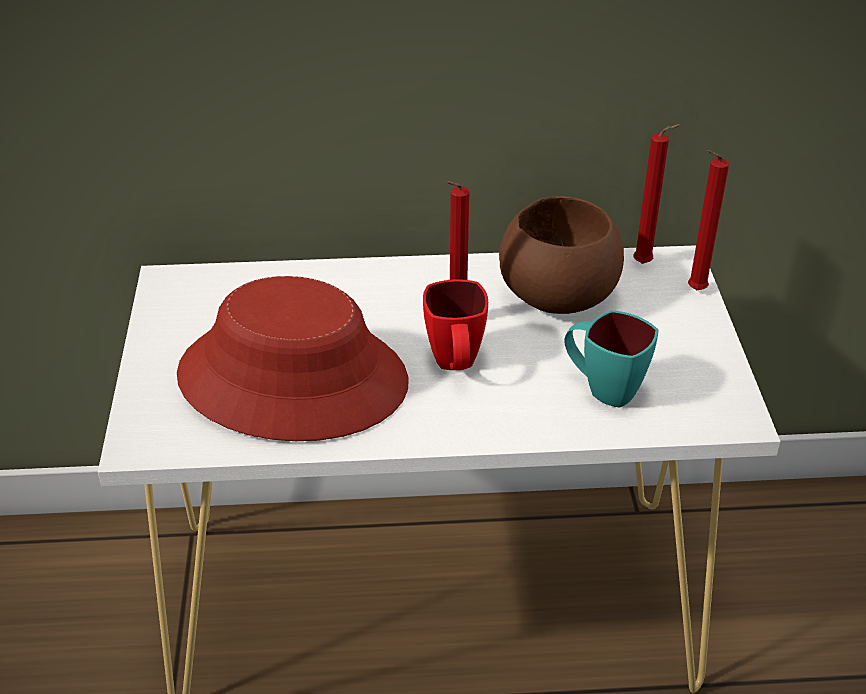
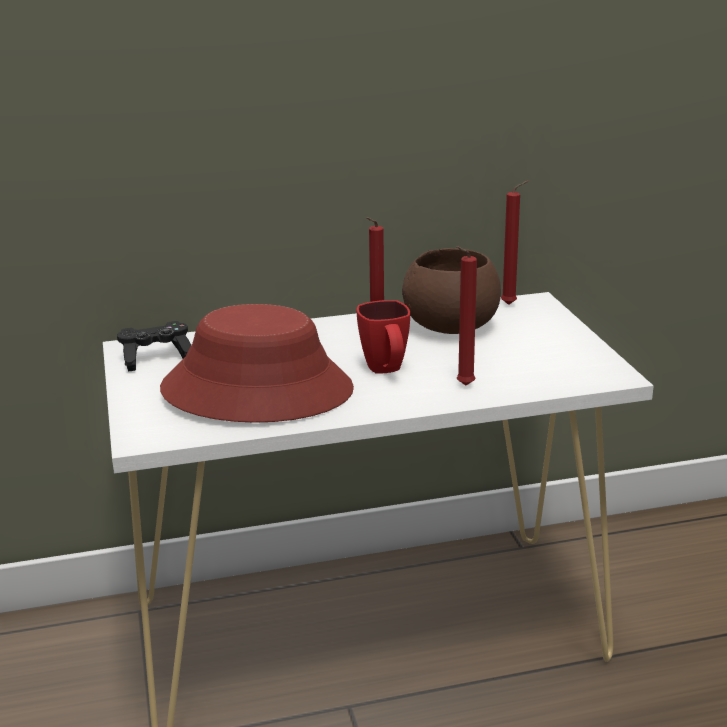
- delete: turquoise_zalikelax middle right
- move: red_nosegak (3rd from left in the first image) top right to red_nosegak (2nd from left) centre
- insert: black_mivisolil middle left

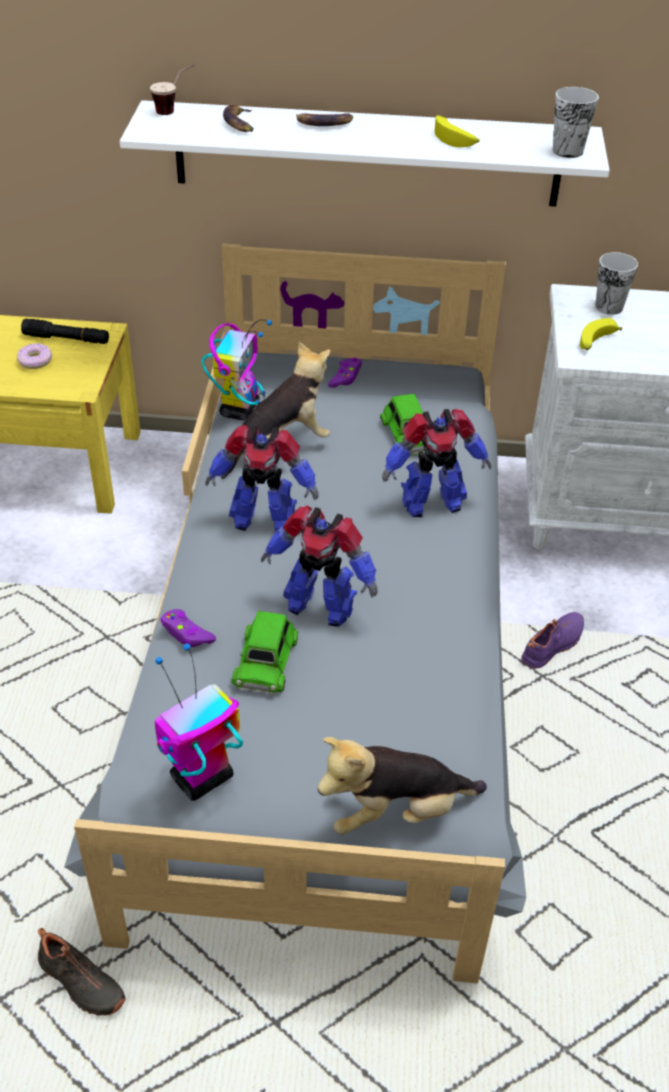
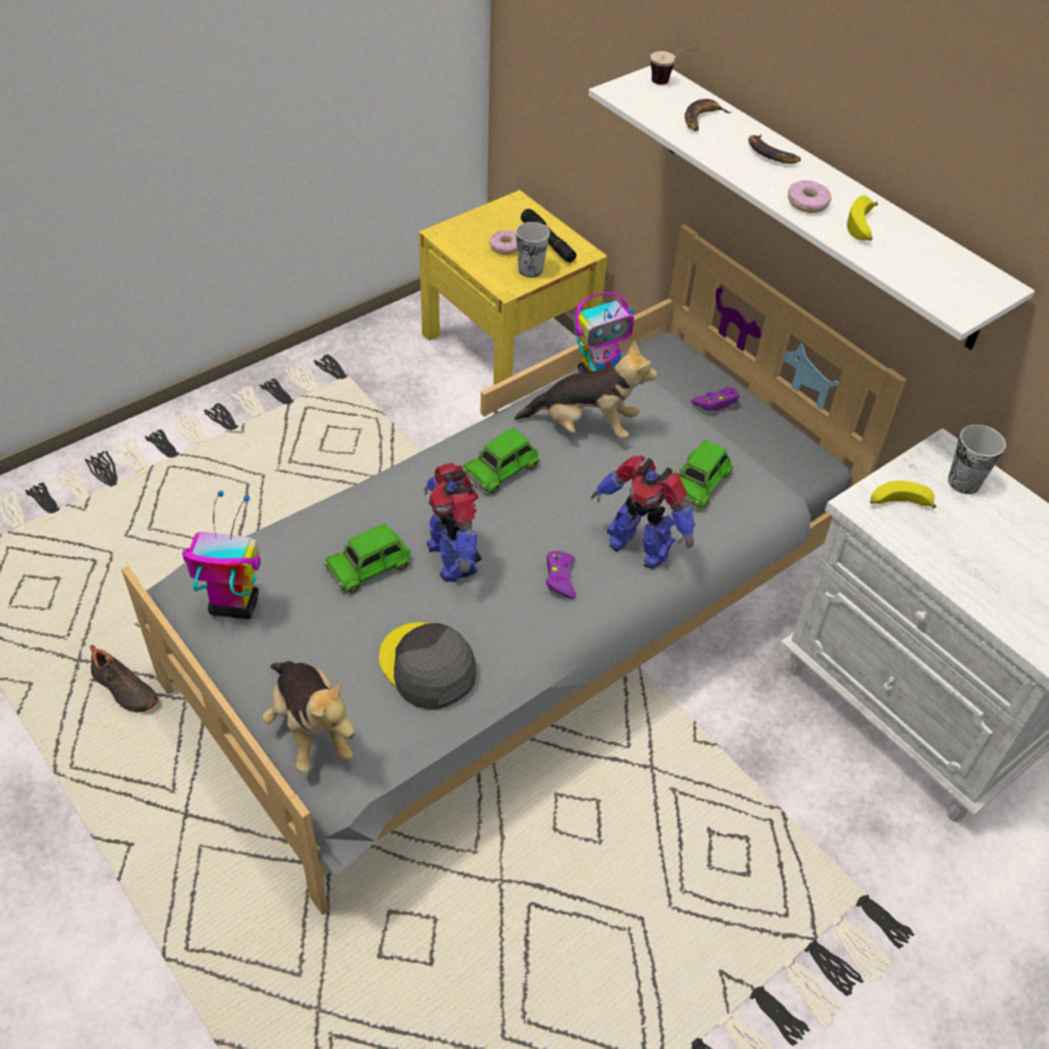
- rotate: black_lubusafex bottom left = middle left 45 degrees counterclockwise
- move: purple_mivisolil (1st from left) middle left to centre
- replace: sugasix (3rd from left) centre to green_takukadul (2nd from left) centre
- rotate: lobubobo (2nd from left in the first image) bottom centre = bottom left 150 degrees counterclockwise
- delete: purple_lubusafex middle right
- move: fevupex (2nd from left in the first image) top right to fevupex (1st from left) top centre
- insert: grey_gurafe centre
- insert: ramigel (2nd from left) top right

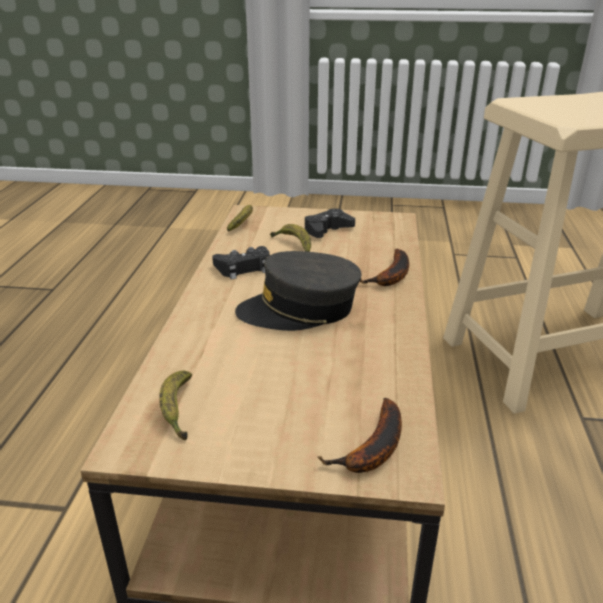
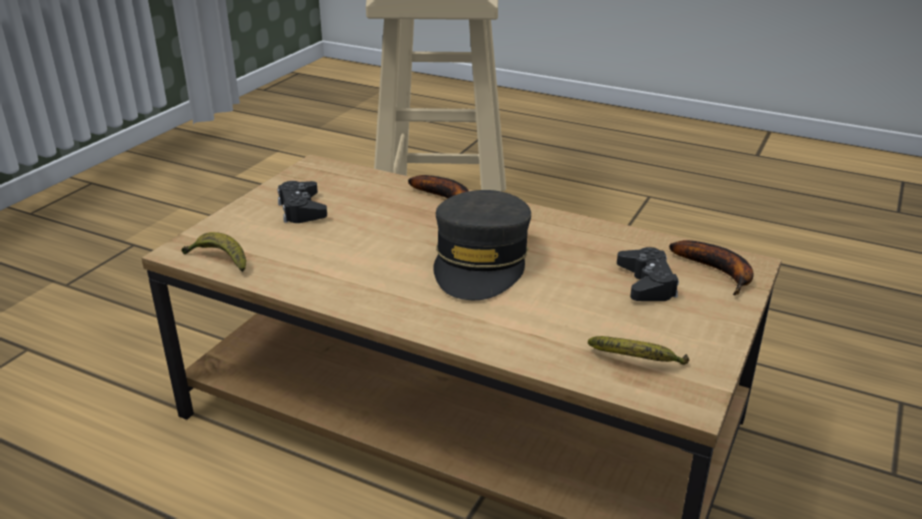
- move: black_mivisolil (1st from left in the first image) centre to black_mivisolil (2nd from left) middle right
- delete: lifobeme (3rd from left) centre

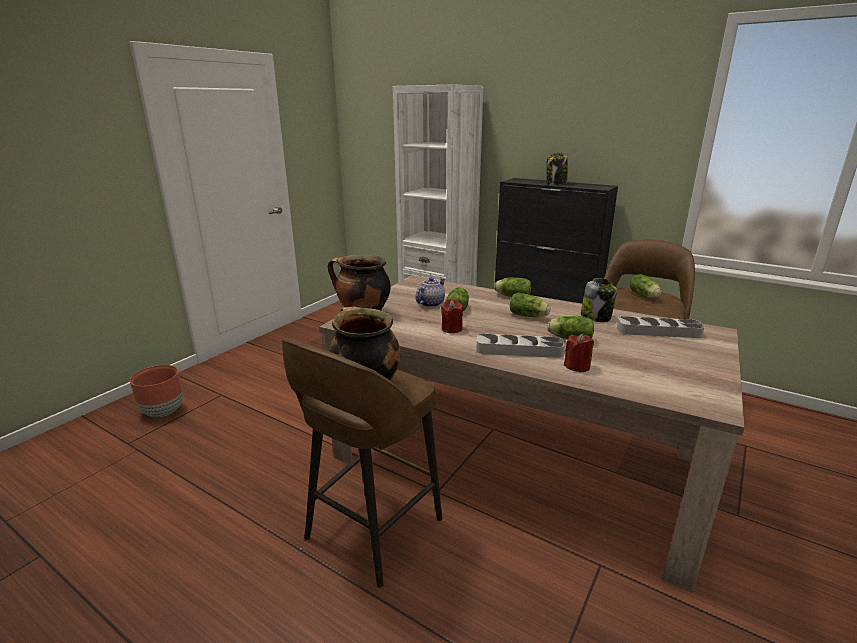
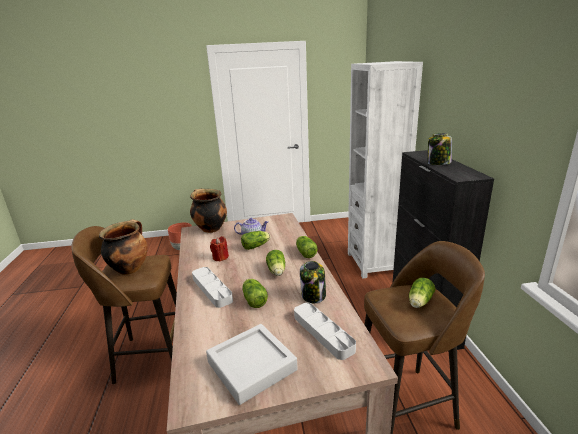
- delete: red_nosegak (2nd from left) middle right
- insert: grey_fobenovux (2nd from left) bottom centre

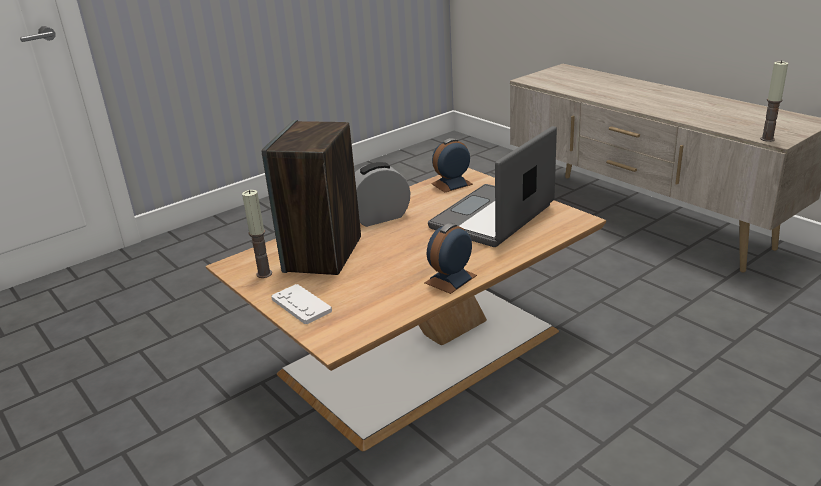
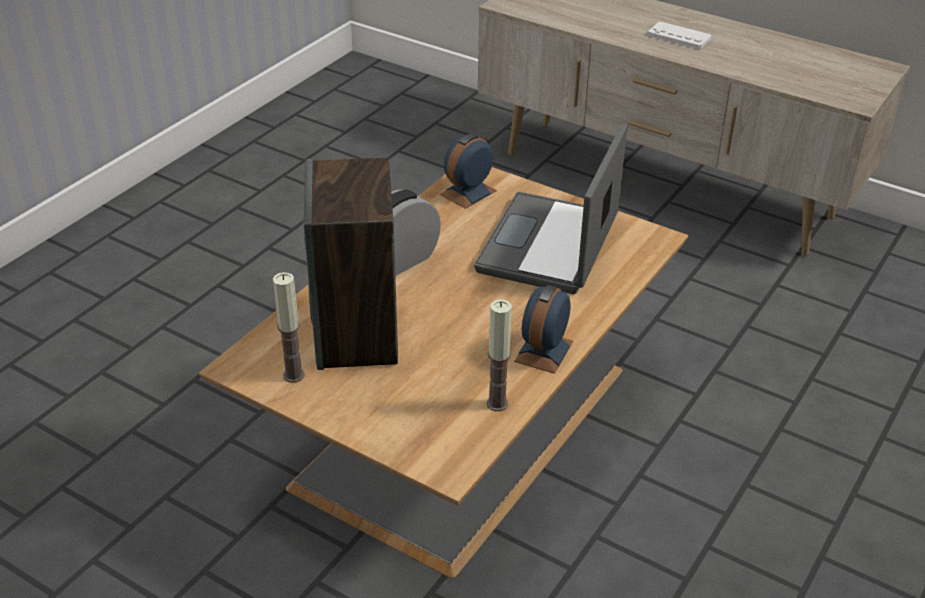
- move: white_mivisolil centre to top right
- move: nosegak (2nd from left) top right to centre

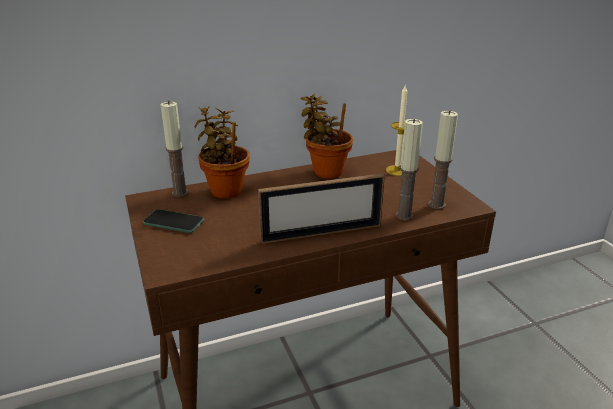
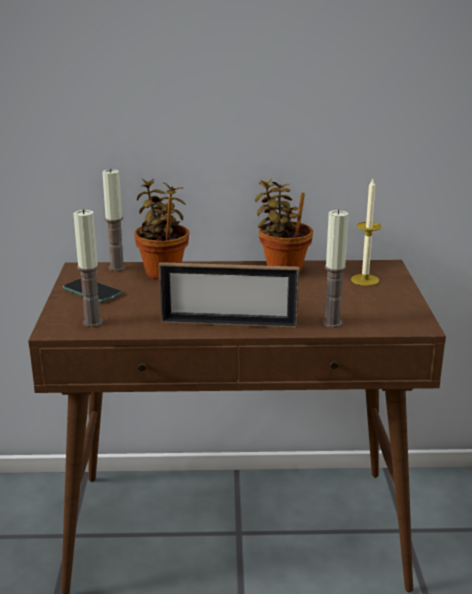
- move: nosegak (4th from left in the first image) middle right to nosegak (1st from left) middle left

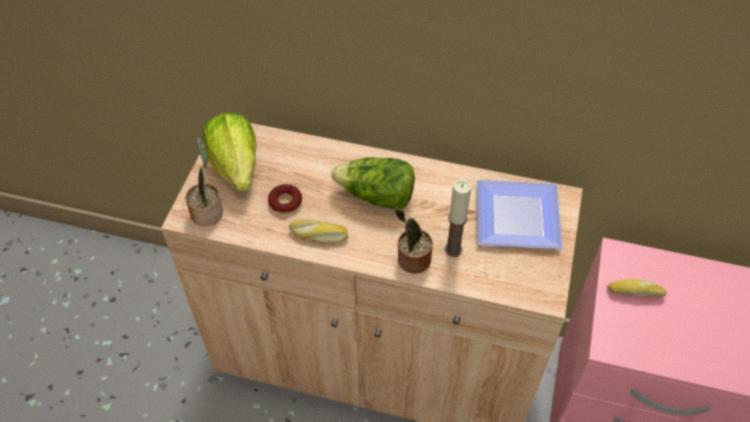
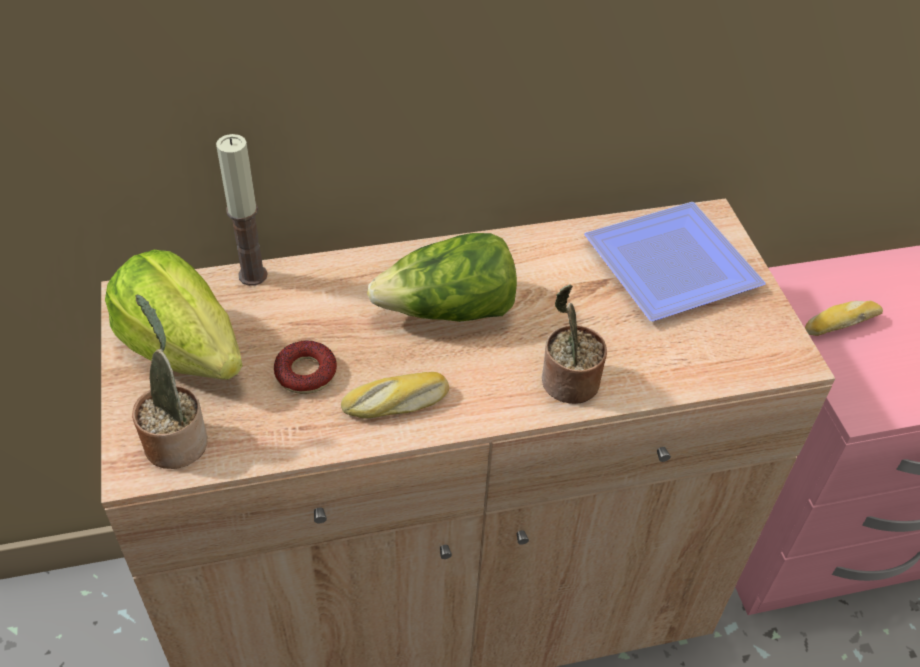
- move: nosegak centre to top left

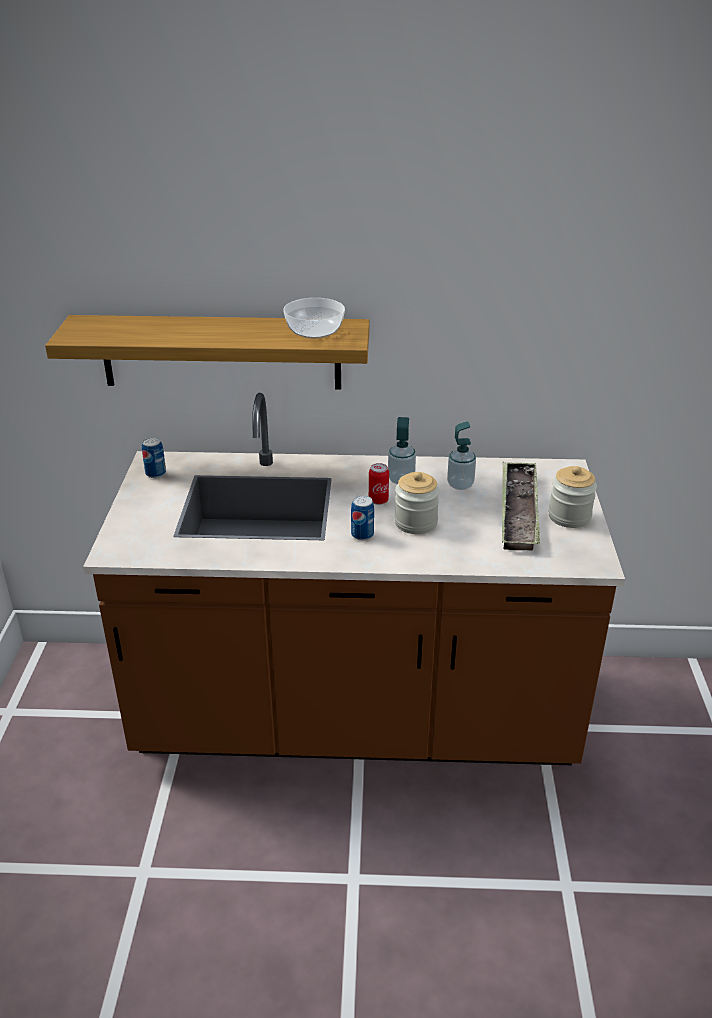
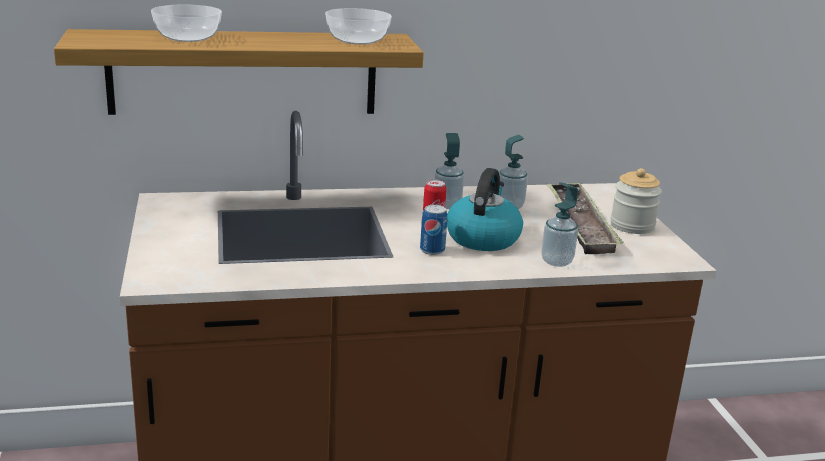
- delete: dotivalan (1st from left) middle left
- replace: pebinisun (1st from left) centre to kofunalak centre
- insert: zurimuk (1st from left) top left
- insert: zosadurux (3rd from left) middle right

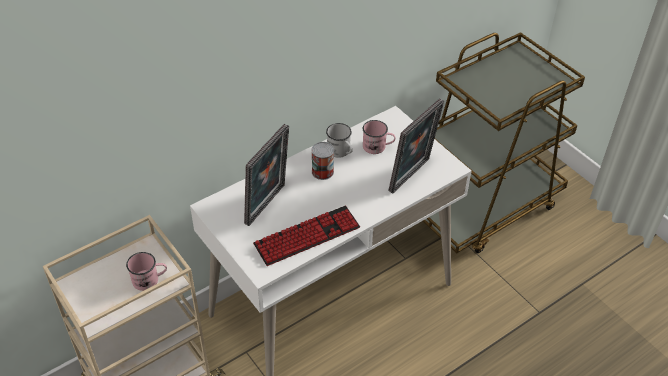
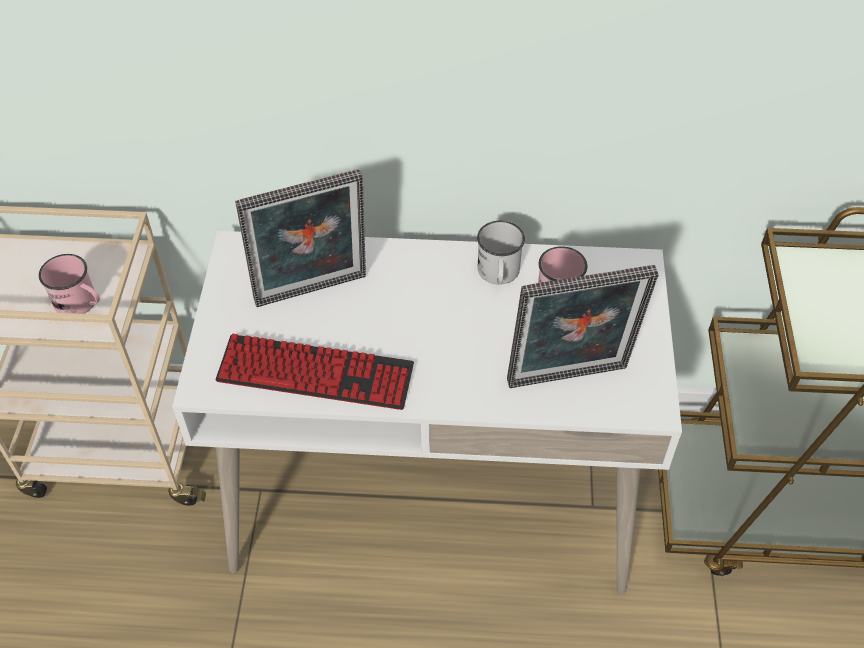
- delete: dotivalan centre

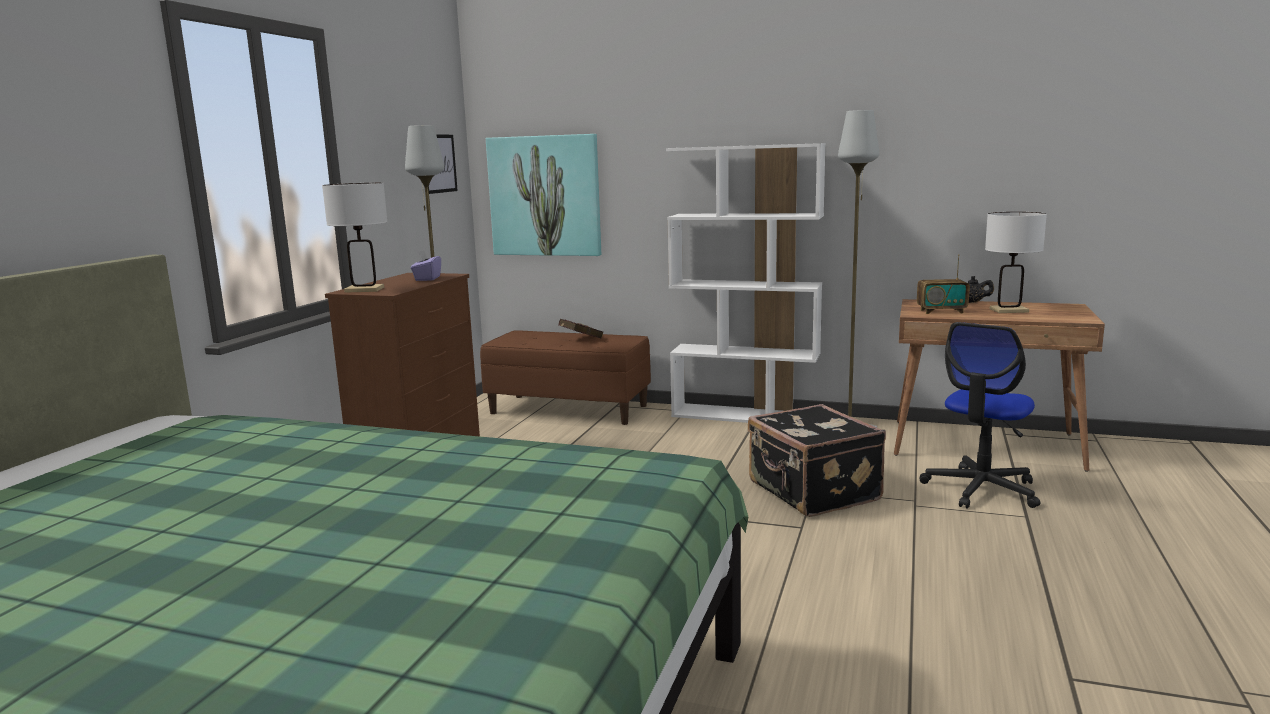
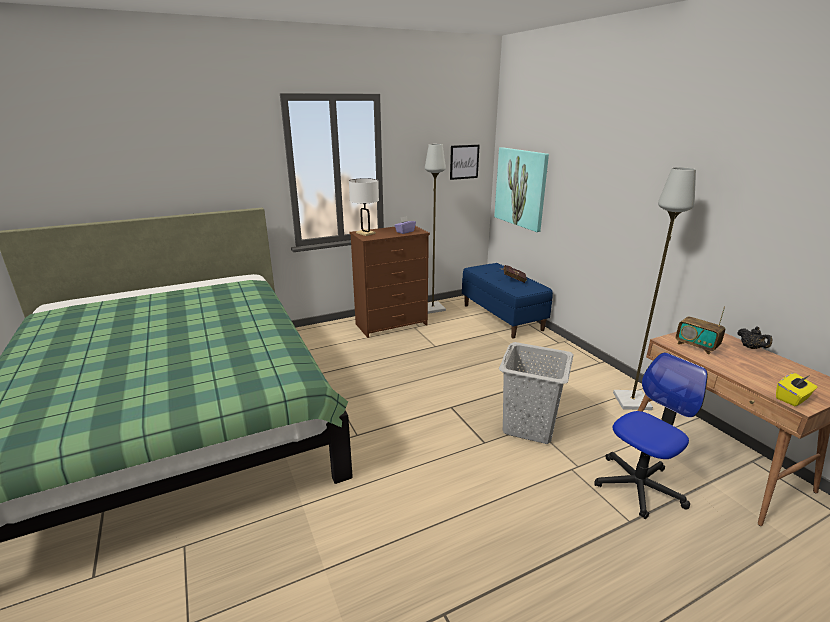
- recolor: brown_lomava centre to blue_lomava centre
- delete: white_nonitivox centre
- replace: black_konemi centre to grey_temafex centre
- rotate: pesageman middle right = bottom right 150 degrees clockwise
- delete: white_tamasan (2nd from left) middle right
- insert: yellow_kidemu middle right

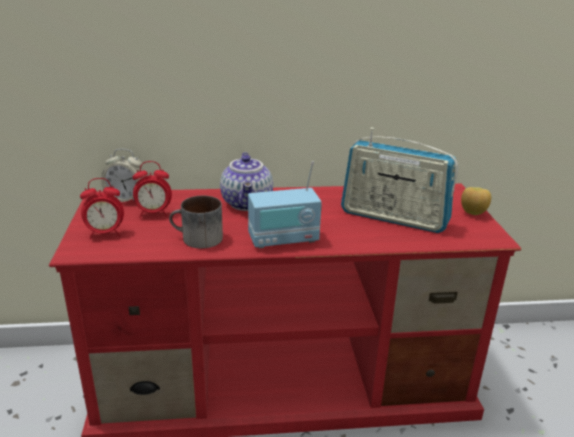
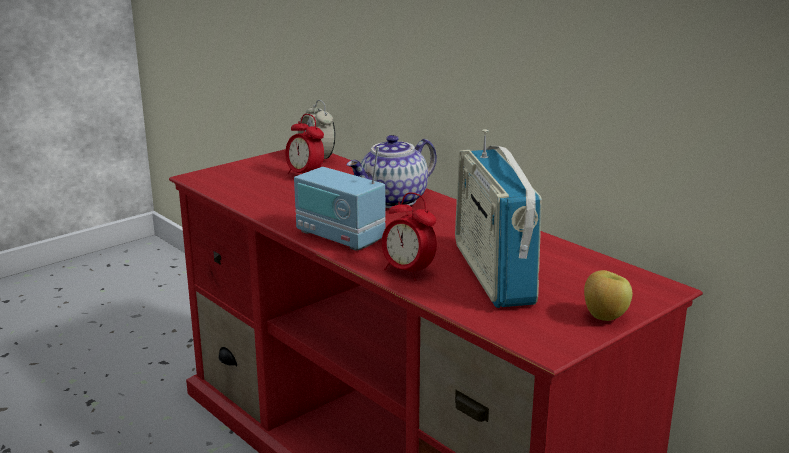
- move: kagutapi (1st from left in the first image) middle left to kagutapi (3rd from left) centre
- delete: zalikelax centre

